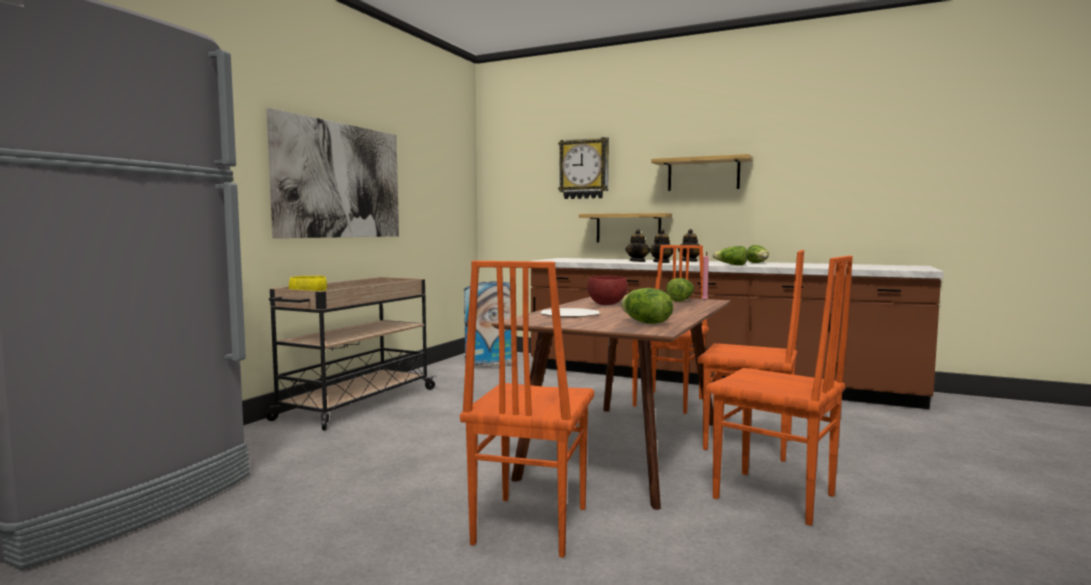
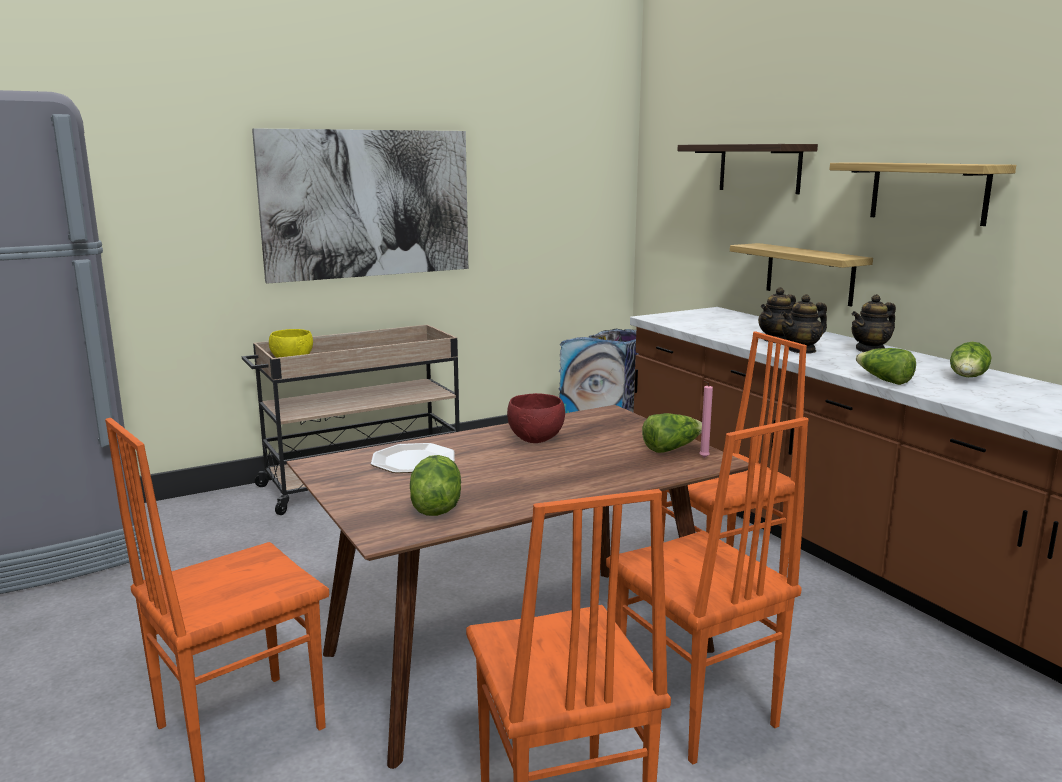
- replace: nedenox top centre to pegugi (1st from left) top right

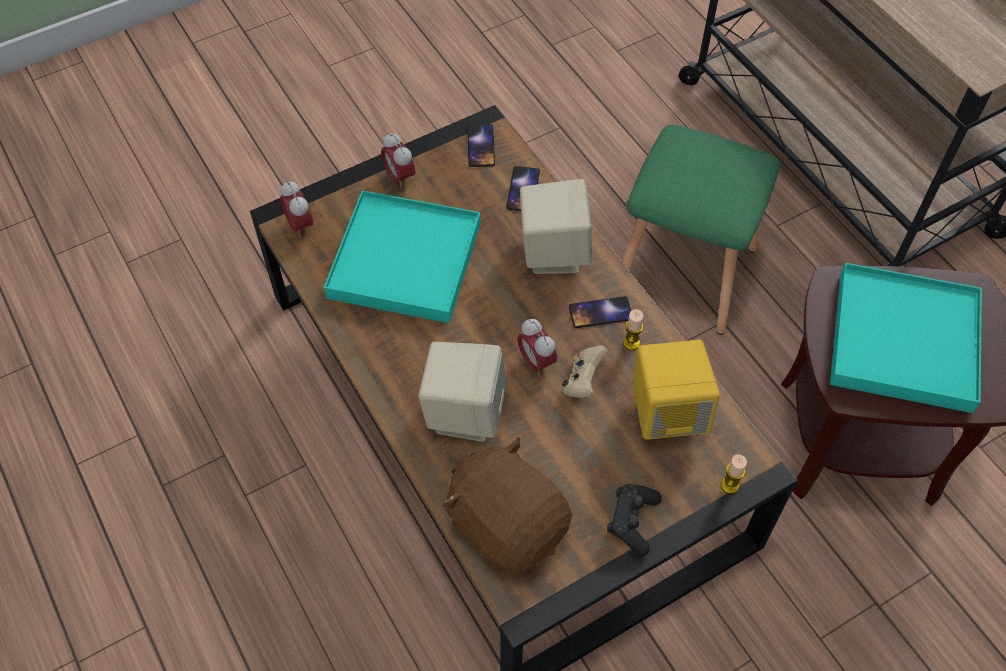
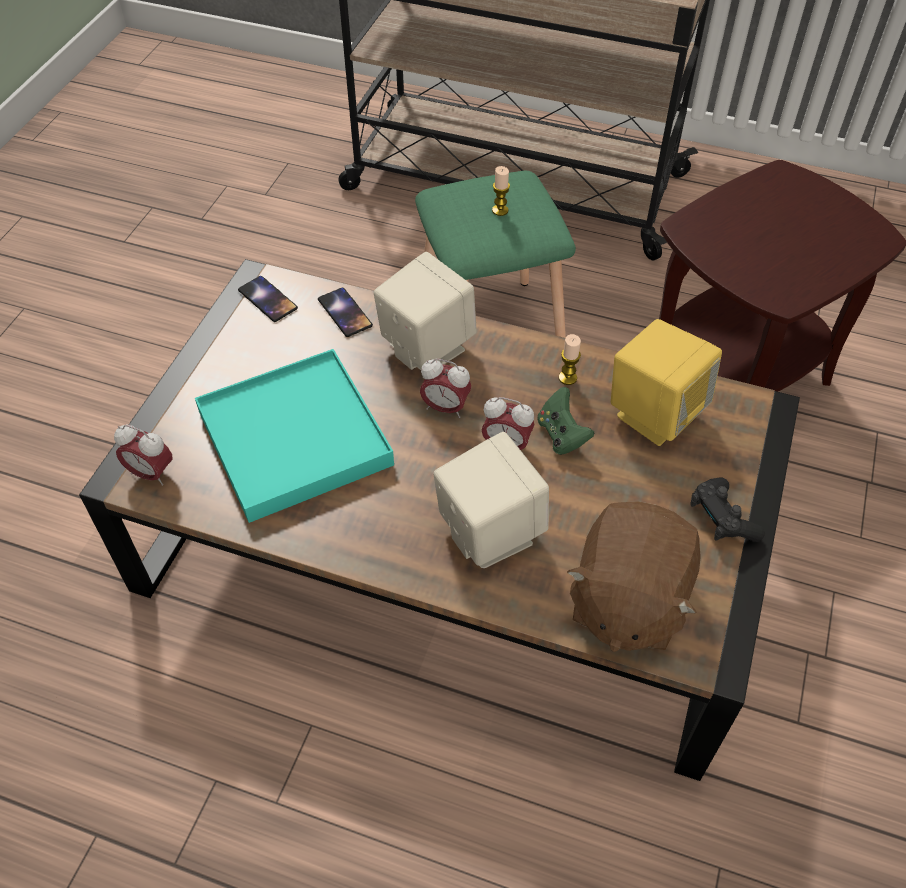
- move: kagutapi (2nd from left) top centre to centre
- rotate: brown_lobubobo bottom centre = middle right 75 degrees counterclockwise
- recolor: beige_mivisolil centre to green_mivisolil centre
- delete: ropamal (3rd from left) centre
- move: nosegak (2nd from left in the first image) bottom right to nosegak (1st from left) top centre
- delete: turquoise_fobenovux (2nd from left) middle right

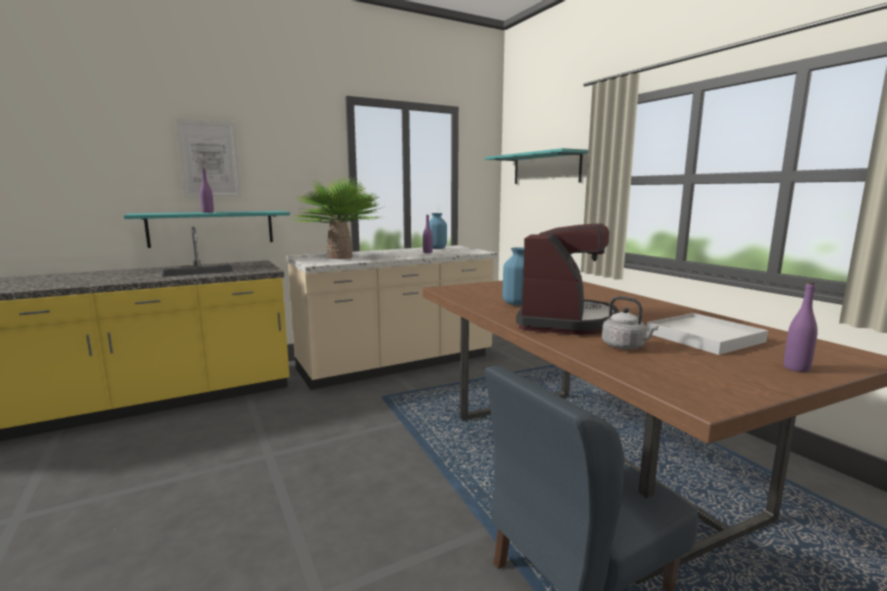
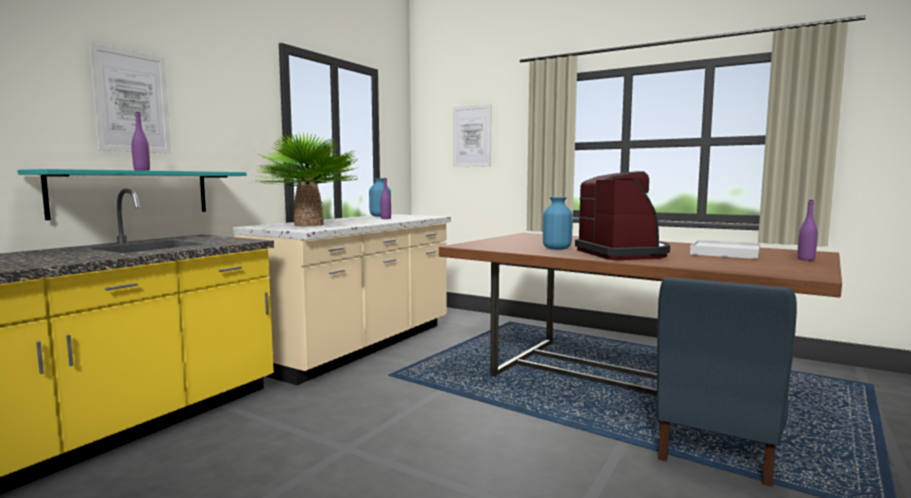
- replace: turquoise_pegugi (2nd from left) top centre to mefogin (2nd from left) top centre
- delete: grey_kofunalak middle right

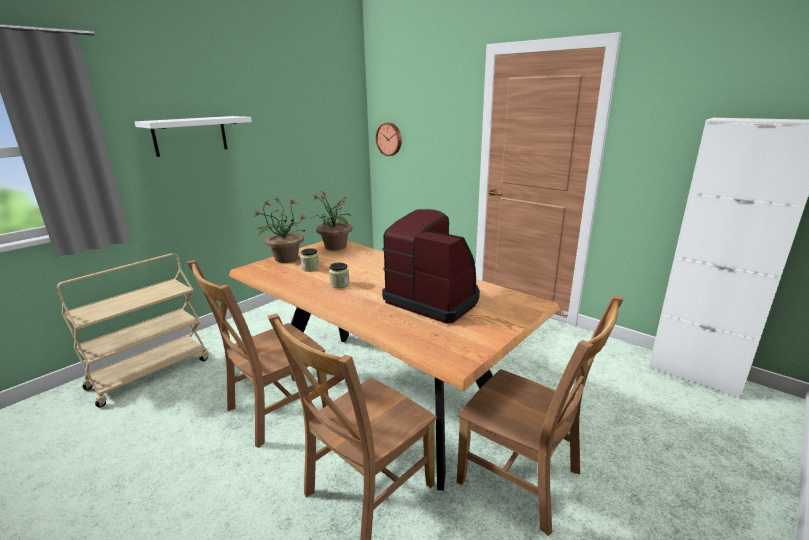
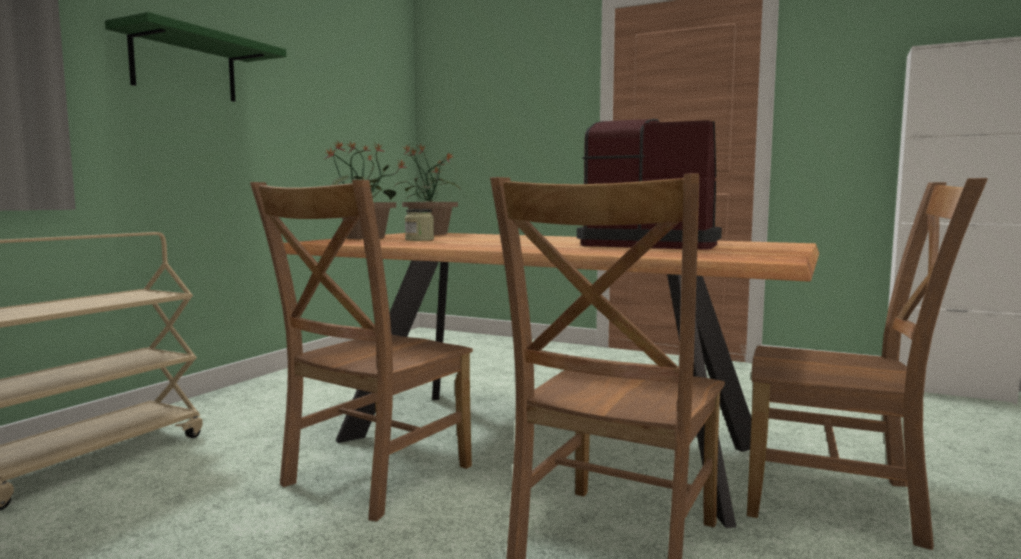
- recolor: white_pegugi top left to green_pegugi top left
- delete: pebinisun (2nd from left) centre
- delete: nedenox top centre

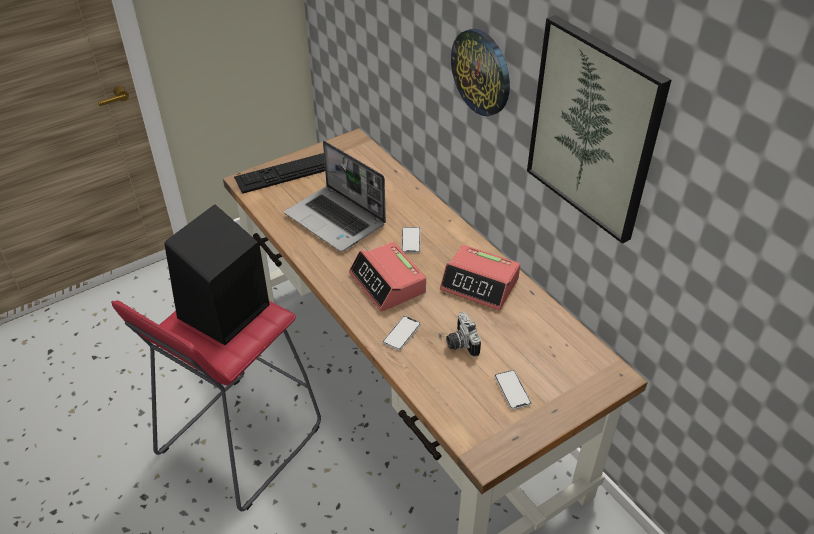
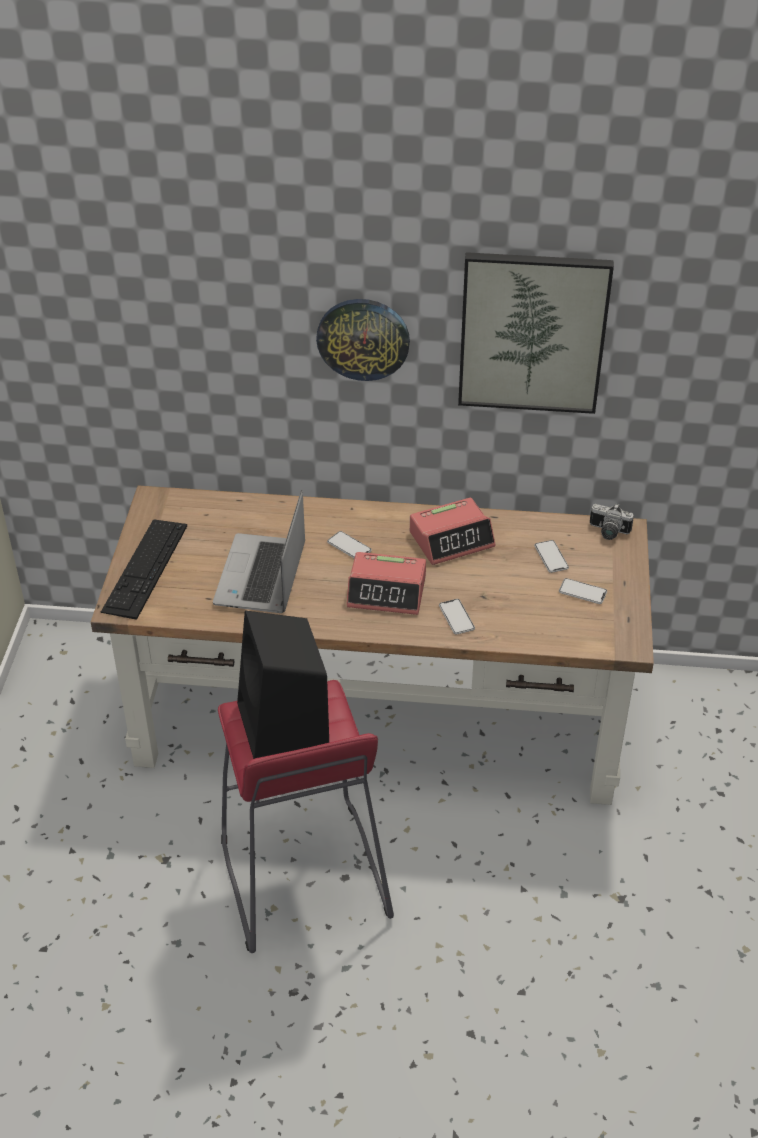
- rotate: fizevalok centre = centre 105 degrees clockwise
- move: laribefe centre to middle right
- insert: ropamal (3rd from left) middle right

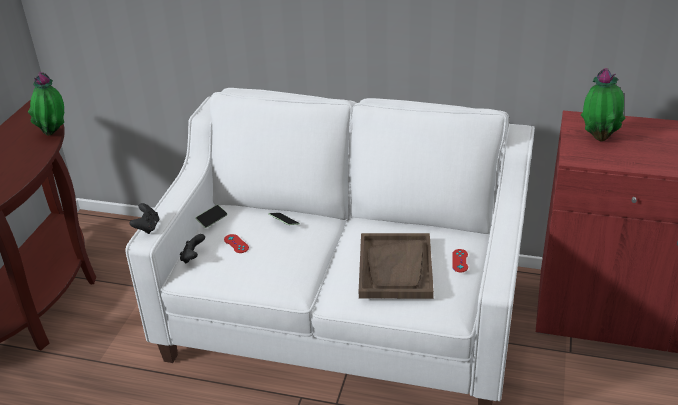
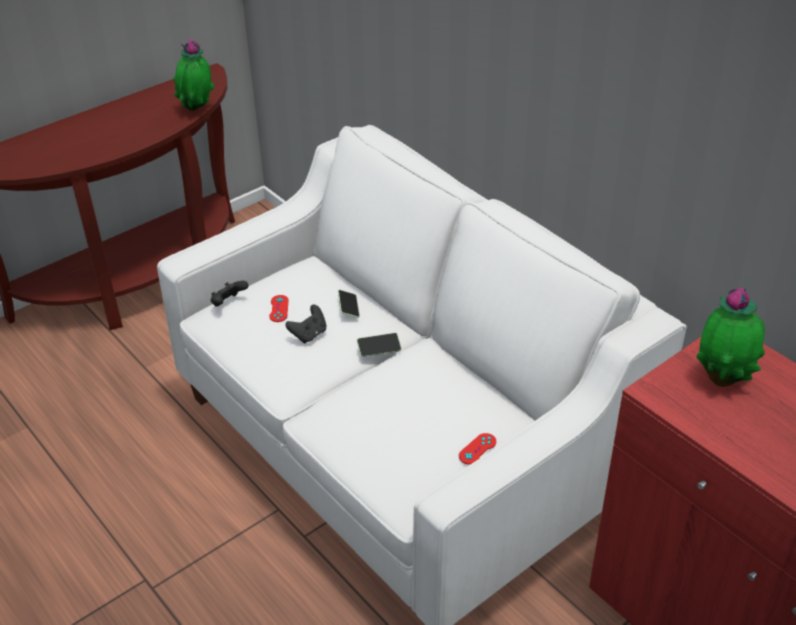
- move: black_mivisolil (1st from left in the first image) middle left to black_mivisolil (2nd from left) centre
- move: ropamal (1st from left in the first image) middle left to ropamal (2nd from left) centre
- delete: brown_fobenovux centre

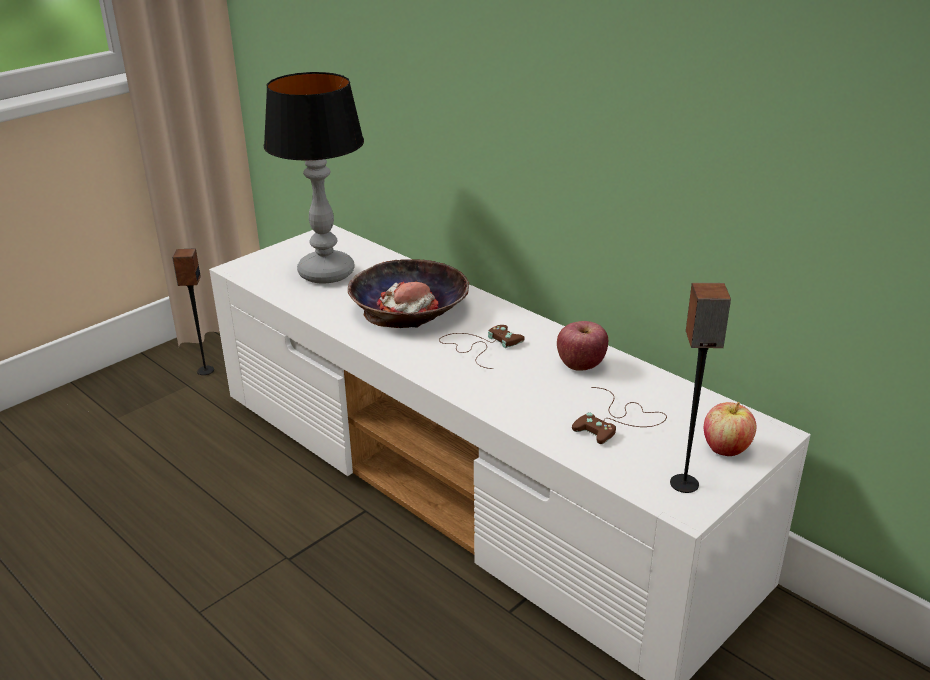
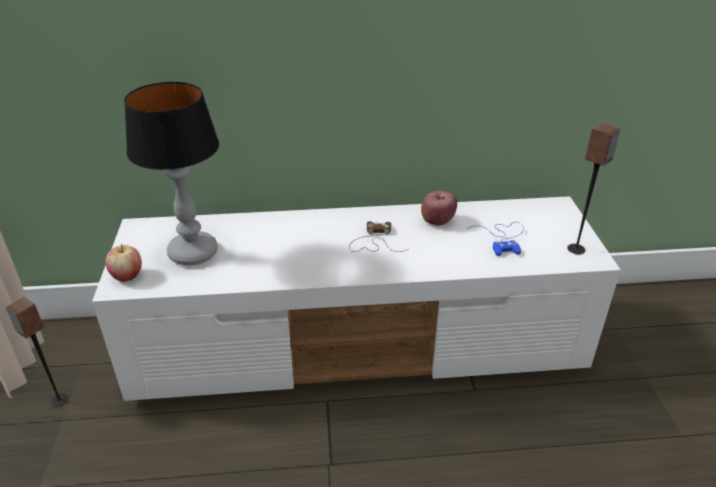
- delete: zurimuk centre
- recolor: brown_mivisolil (2nd from left) centre to blue_mivisolil middle right
- move: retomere (2nd from left in the first image) middle right to retomere (1st from left) middle left

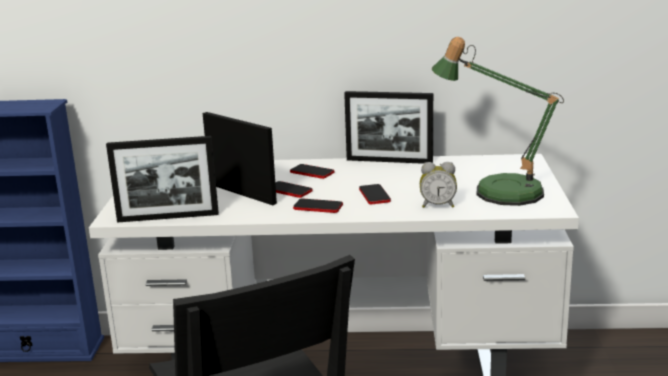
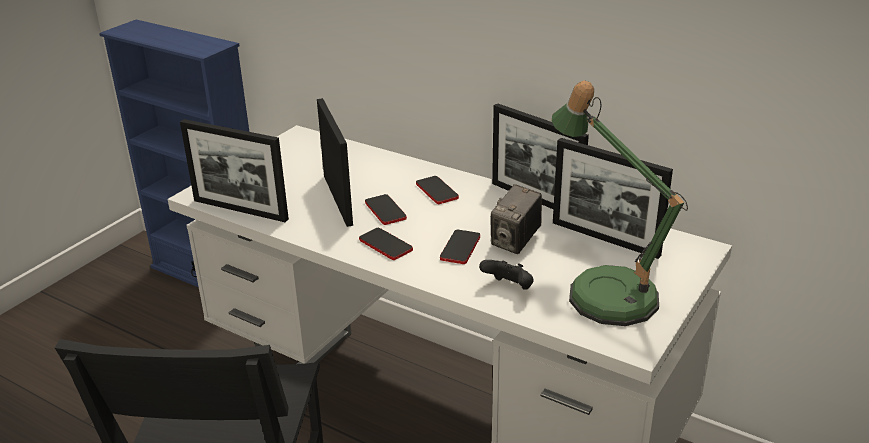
- replace: kagutapi centre to black_mivisolil centre
- insert: laribefe centre
- insert: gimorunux (4th from left) middle right

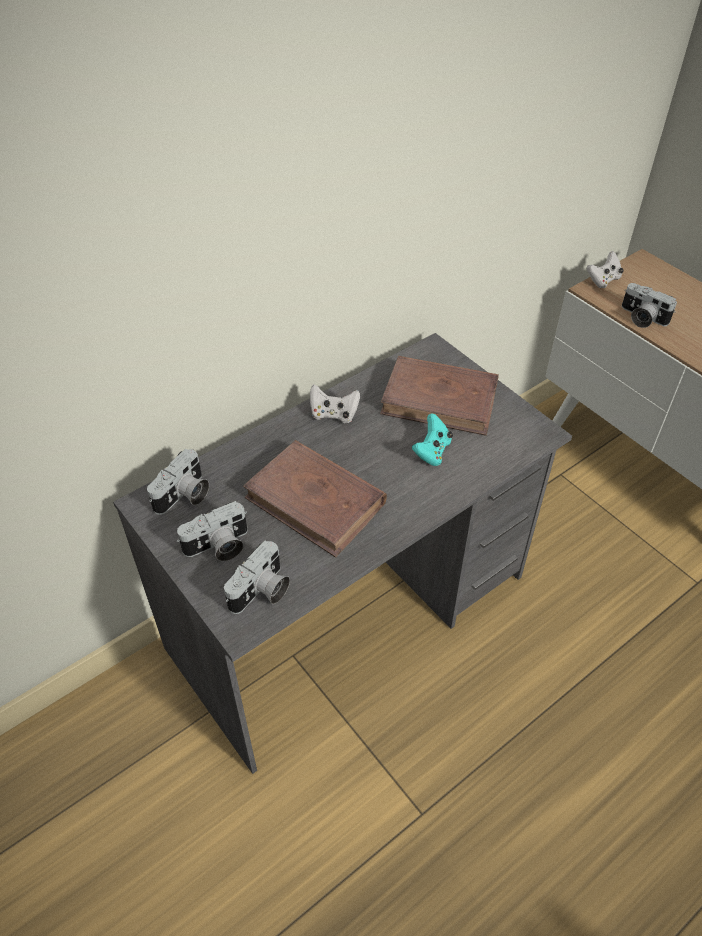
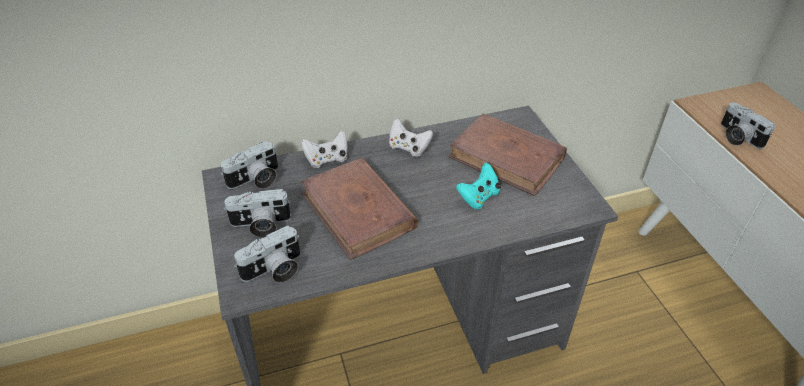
- move: white_mivisolil (2nd from left in the first image) top right to white_mivisolil (1st from left) centre

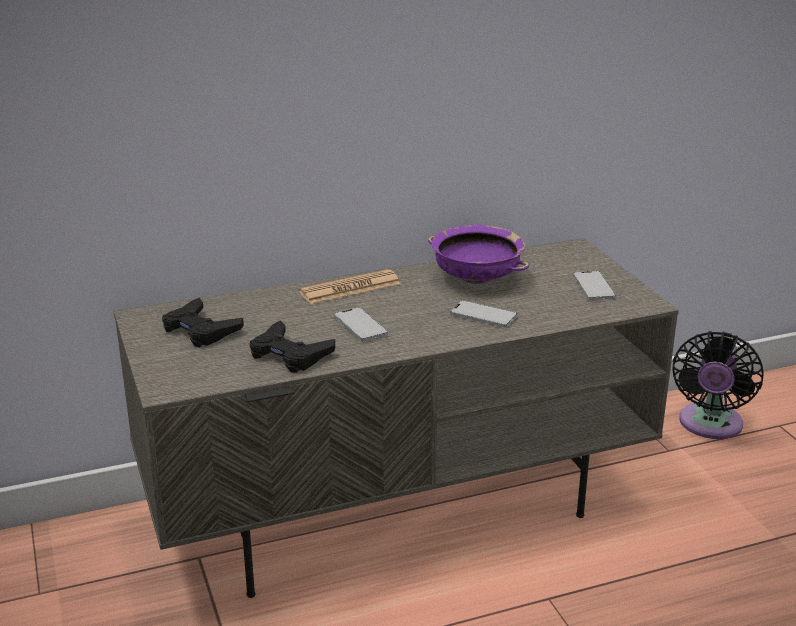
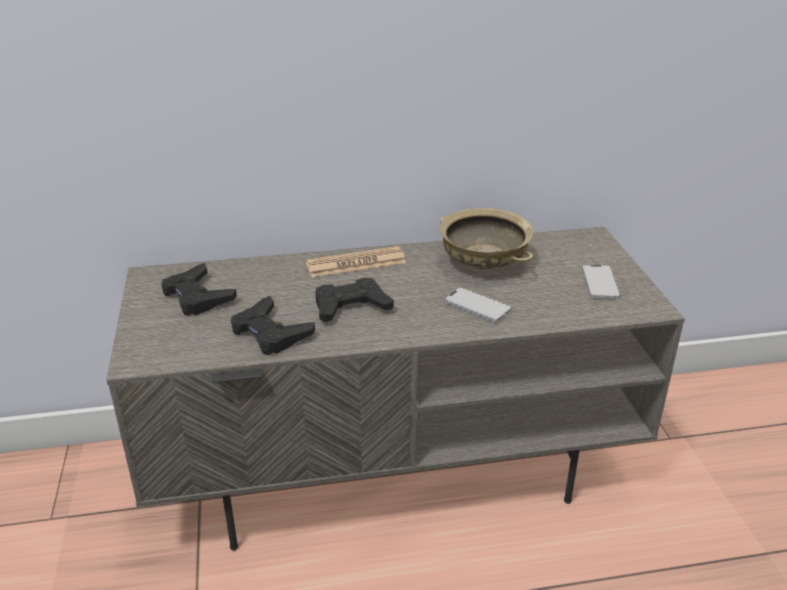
- replace: ropamal (1st from left) centre to black_mivisolil (3rd from left) centre
- recolor: purple_zurimuk centre to beige_zurimuk centre
- delete: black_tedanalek middle right

